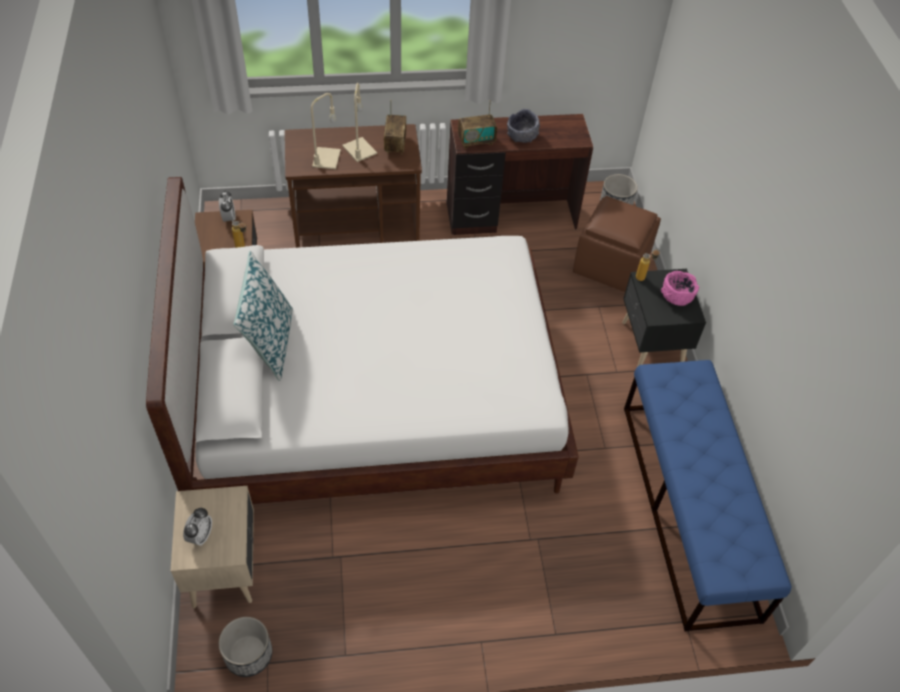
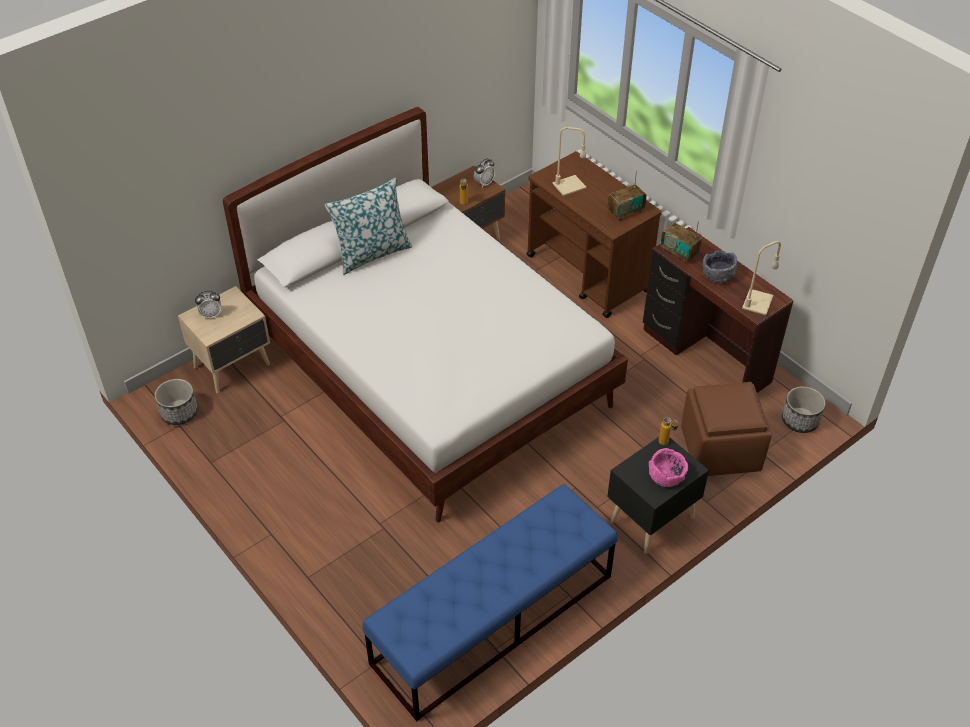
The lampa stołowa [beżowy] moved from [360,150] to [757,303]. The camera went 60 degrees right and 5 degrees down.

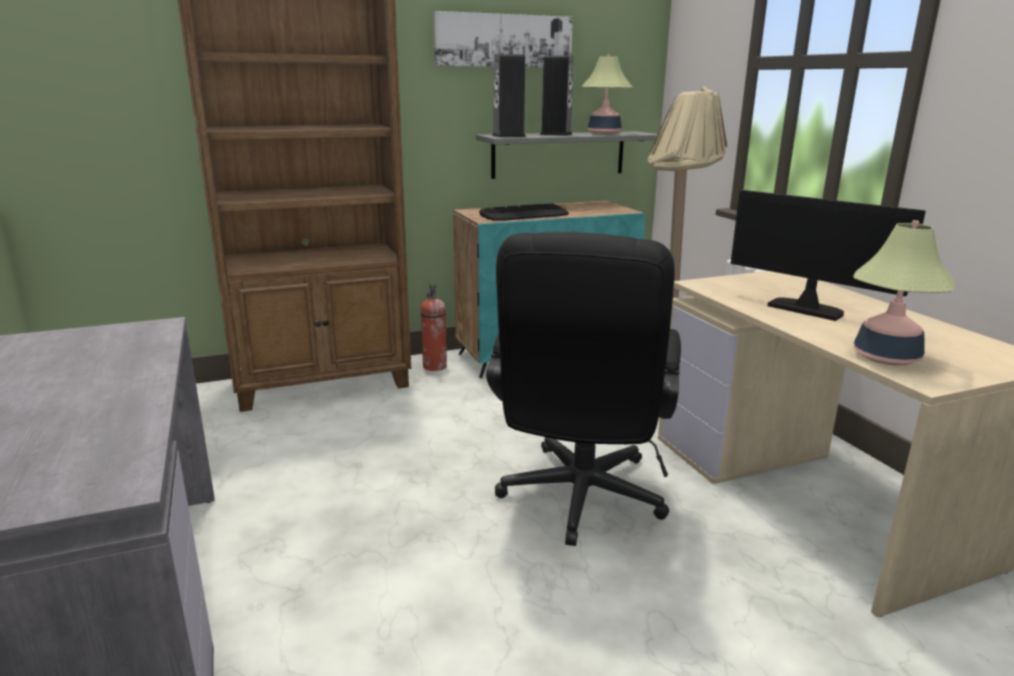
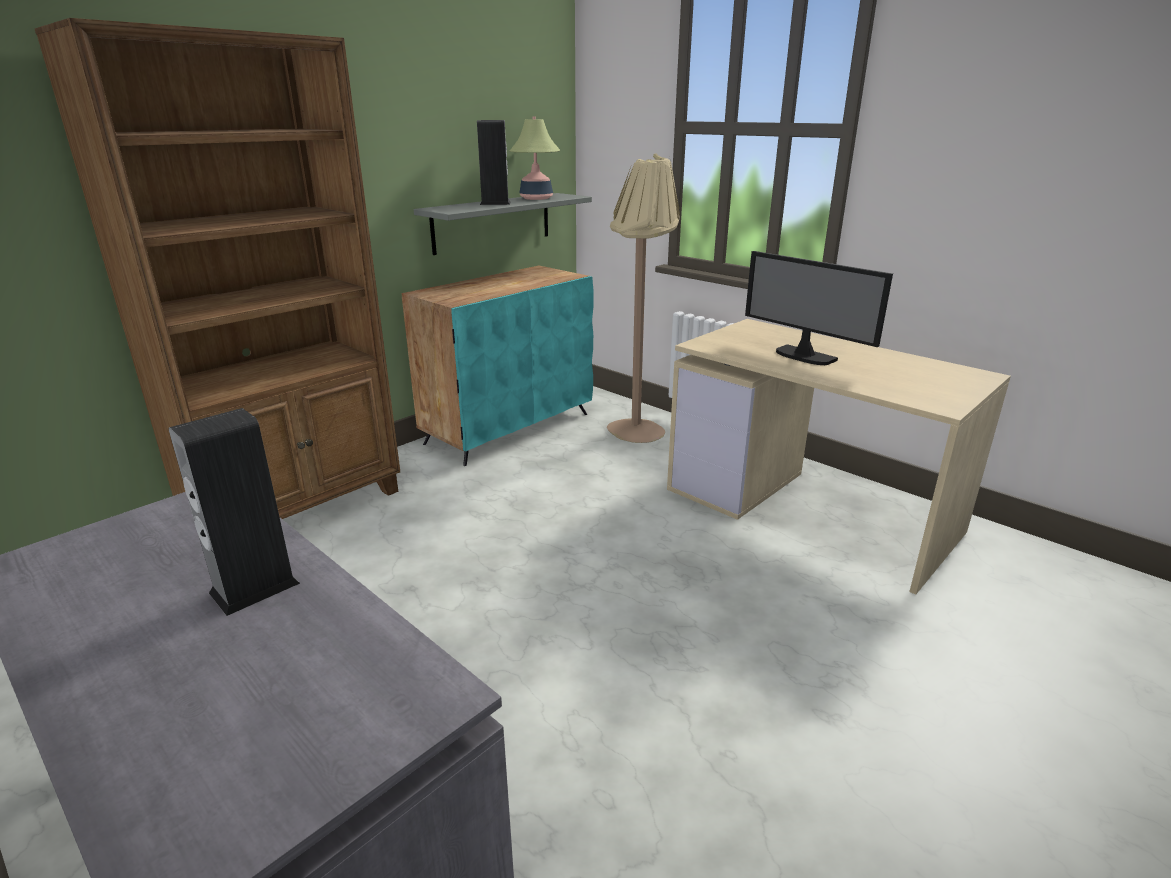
The głośnik moved from [508,136] to [255,588]. The monitor at [806,309] turned 150 degrees counterclockwise. The gaśnica at [435,366] disappeared. The obraz at [503,41] disappeared. The klawiatura at [524,214] disappeared. The krzesło biurowe [czarny] at [579,502] disappeared. The lampa stołowa at [886,357] disappeared. The camera went 25 degrees left and 5 degrees up.

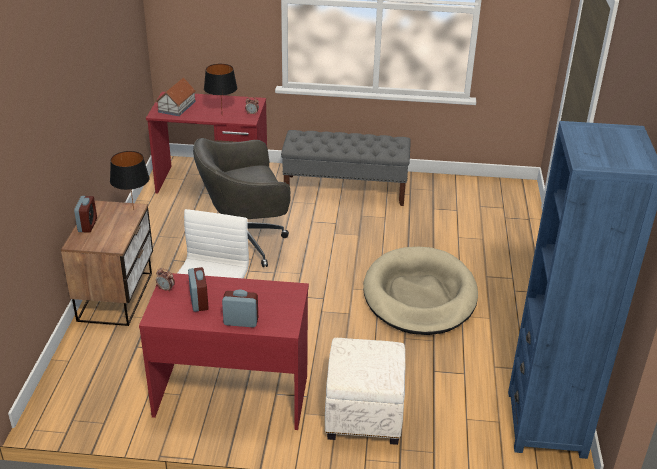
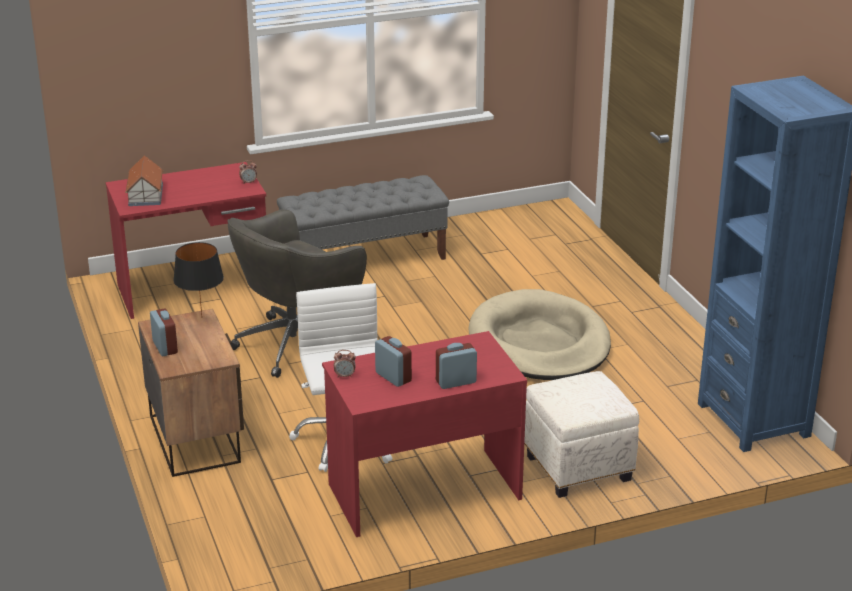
The lampa stołowa [czarny] at [221,115] disappeared. The camera went 25 degrees left and 5 degrees down.

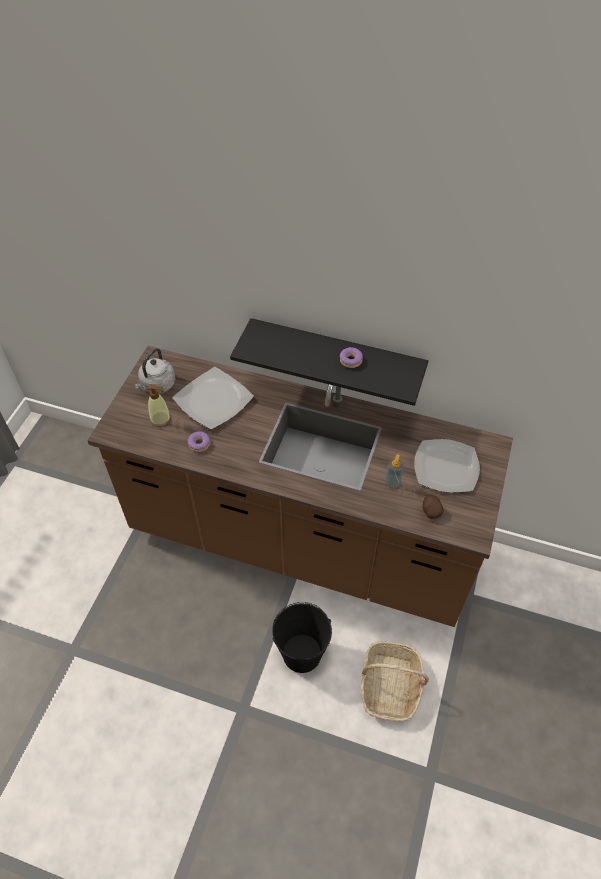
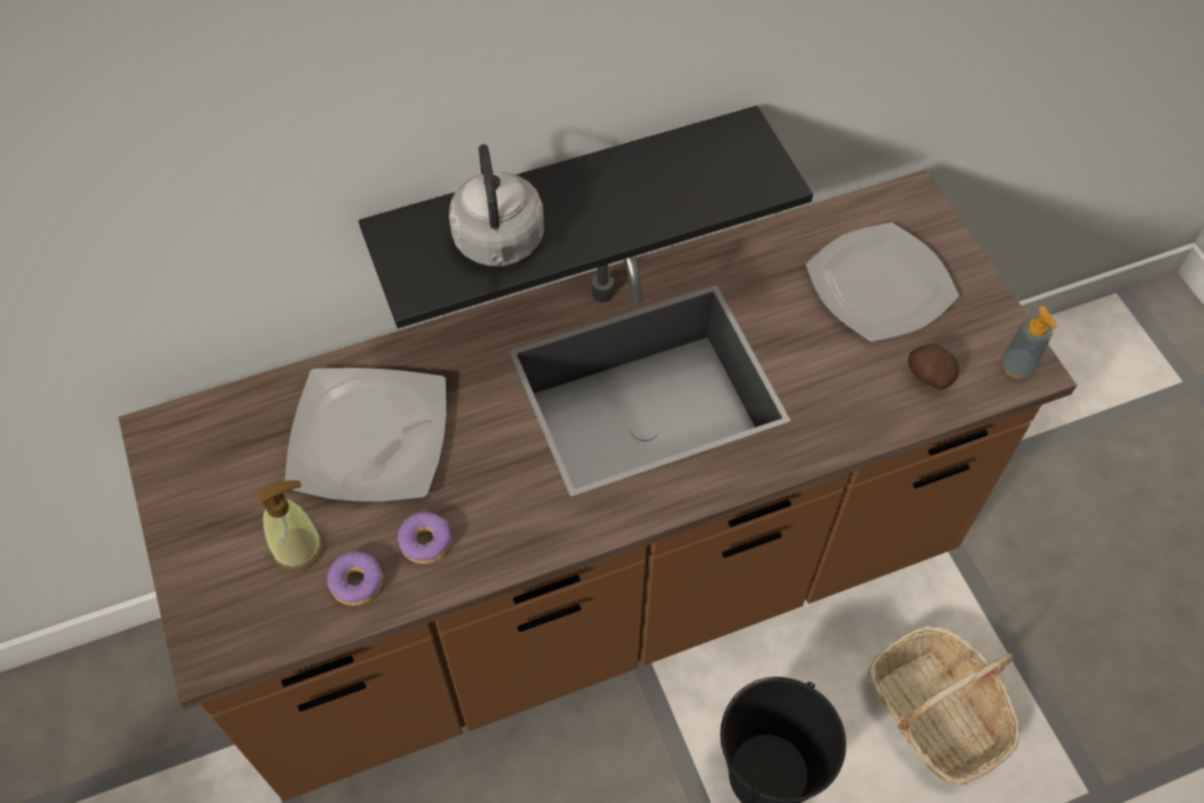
The donut moved from [351,361] to [357,583]. The czajnik [szary] moved from [157,386] to [499,244]. The dozownik mydła moved from [392,482] to [1017,367]. The camera went 40 degrees left and 5 degrees up.

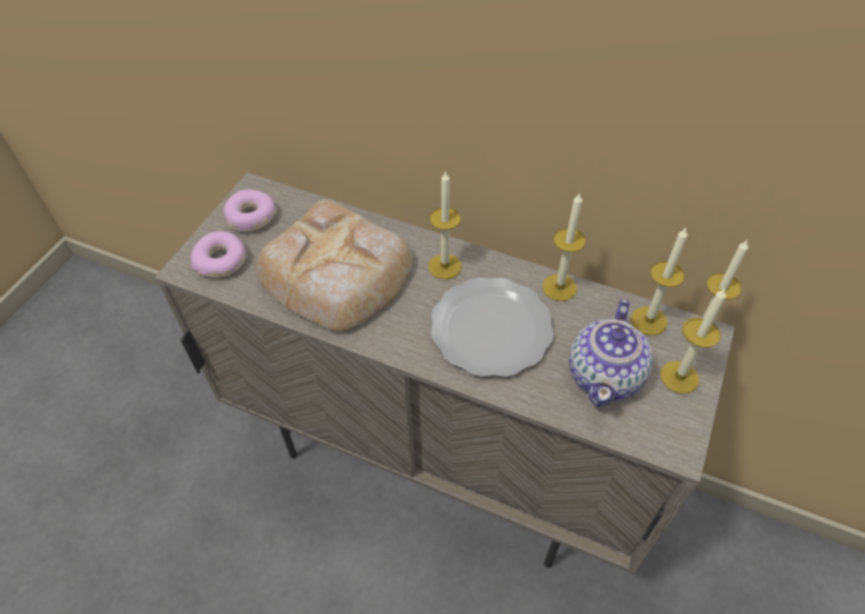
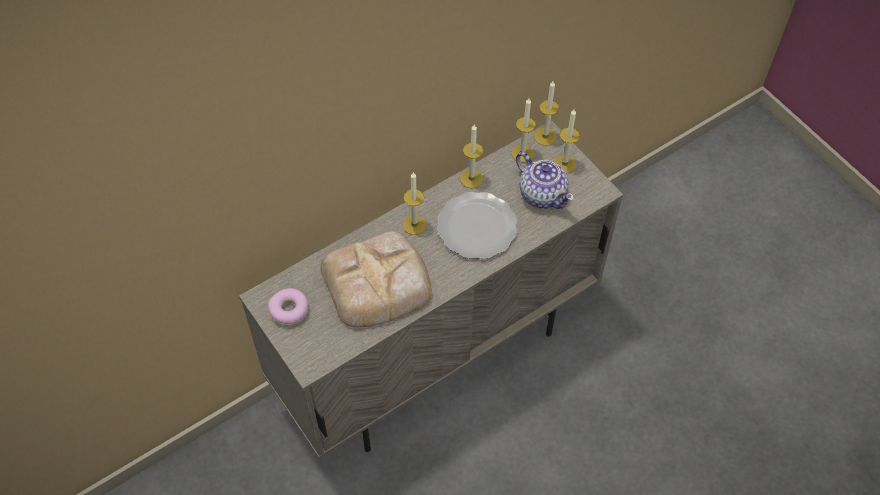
The donut at [221,261] disappeared. The camera went 60 degrees left and 5 degrees up.

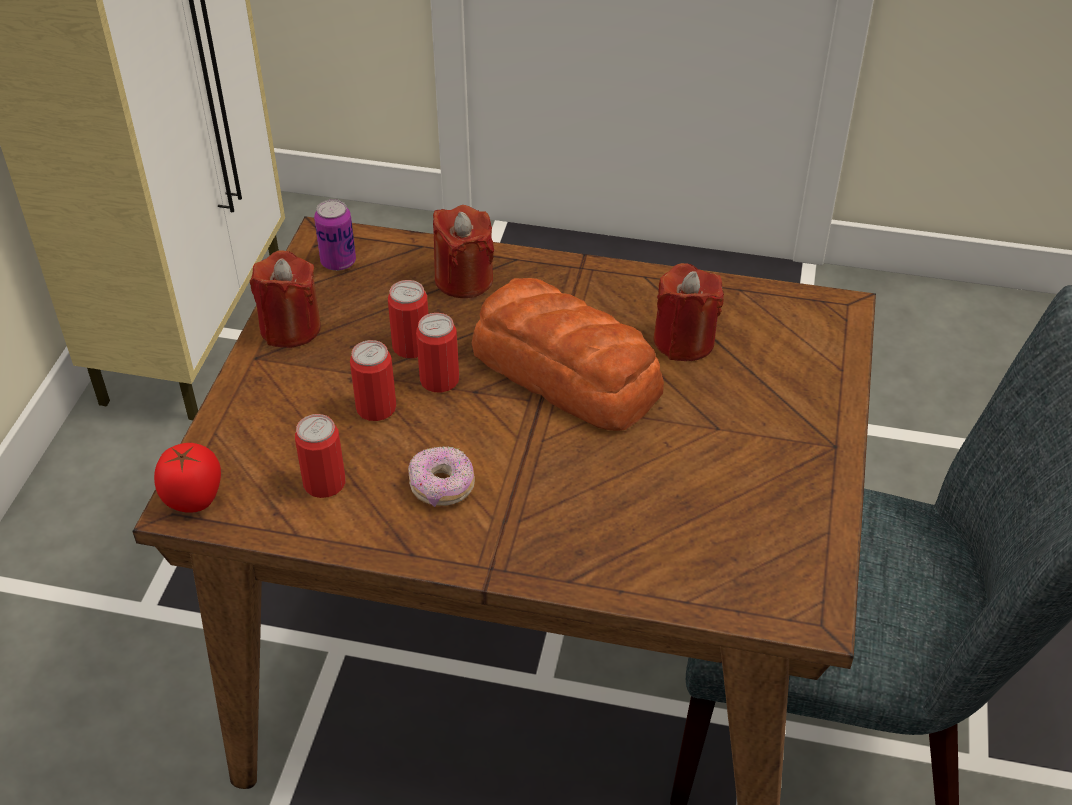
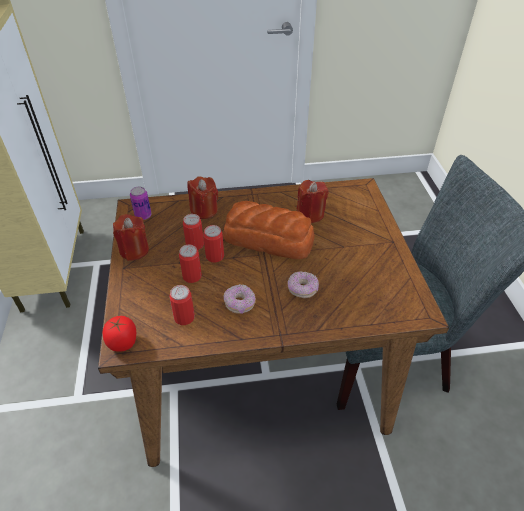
The donut at [302,289] appeared. The camera went 20 degrees left and 0 degrees up.

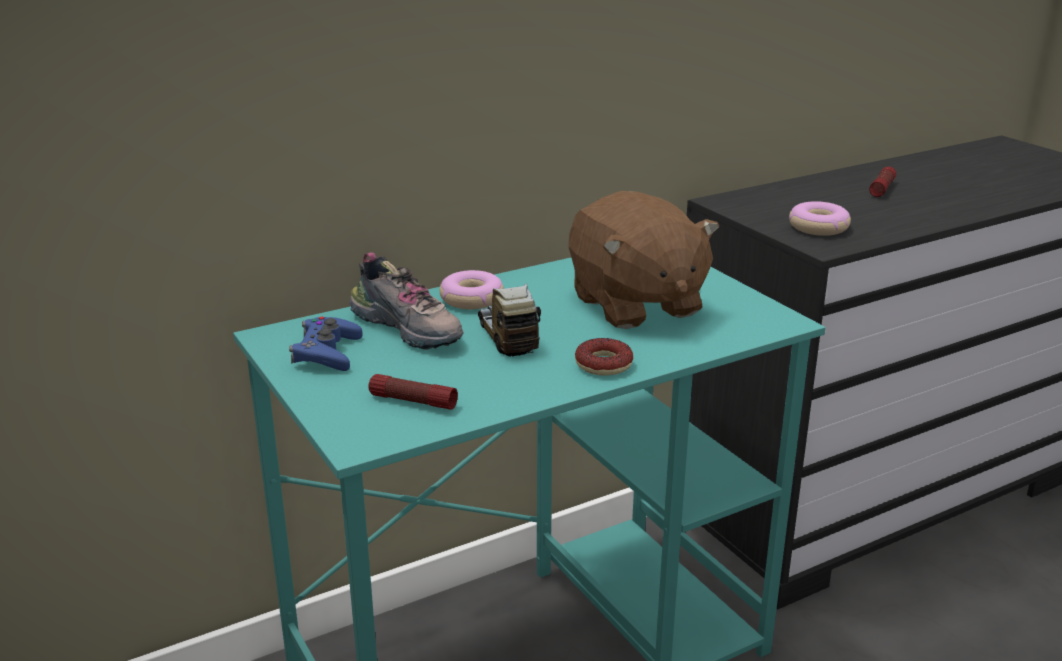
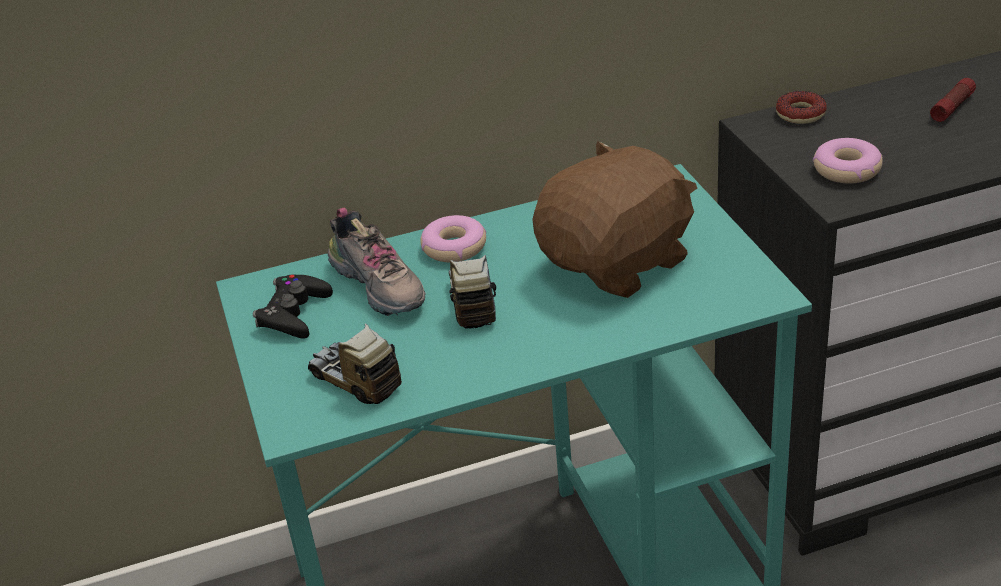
The pad do gier [niebieski] at [327,353] became the pad do gier [czarny] at [294,314]. The latarka at [412,401] was replaced by the ciężarówka zabawkowa at [355,381]. The pluszak [brązowy] at [635,305] turned 120 degrees counterclockwise. The donut moved from [603,364] to [800,114]. The camera went 15 degrees right and 10 degrees up.

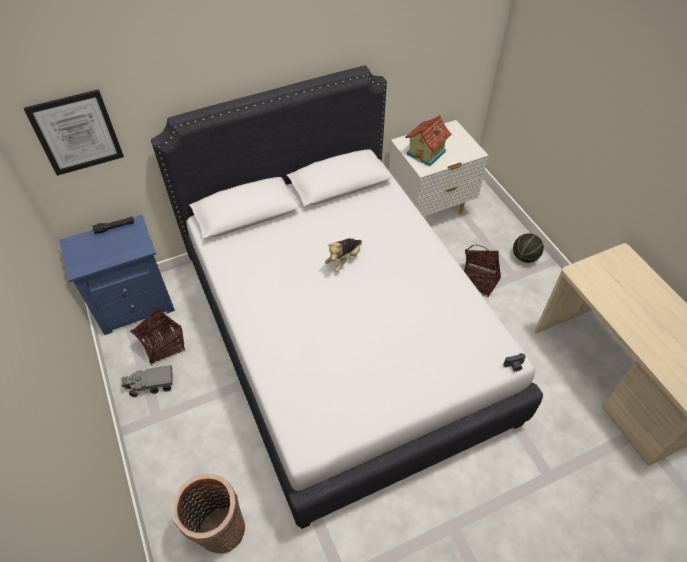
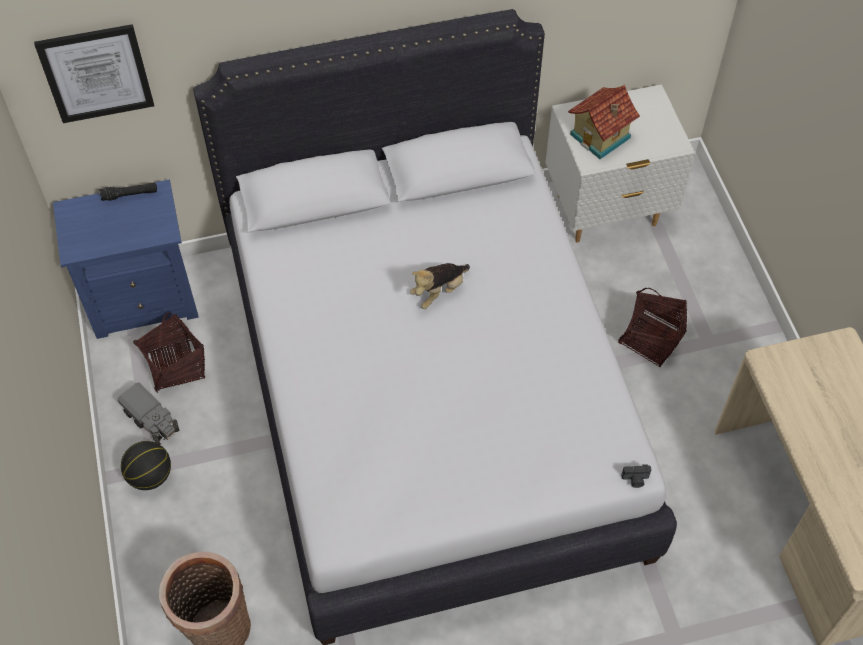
The ciężarówka zabawkowa at [151,385] turned 135 degrees counterclockwise. The piłka do koszykówki moved from [525,257] to [150,476]. The camera went 10 degrees right and 5 degrees up.

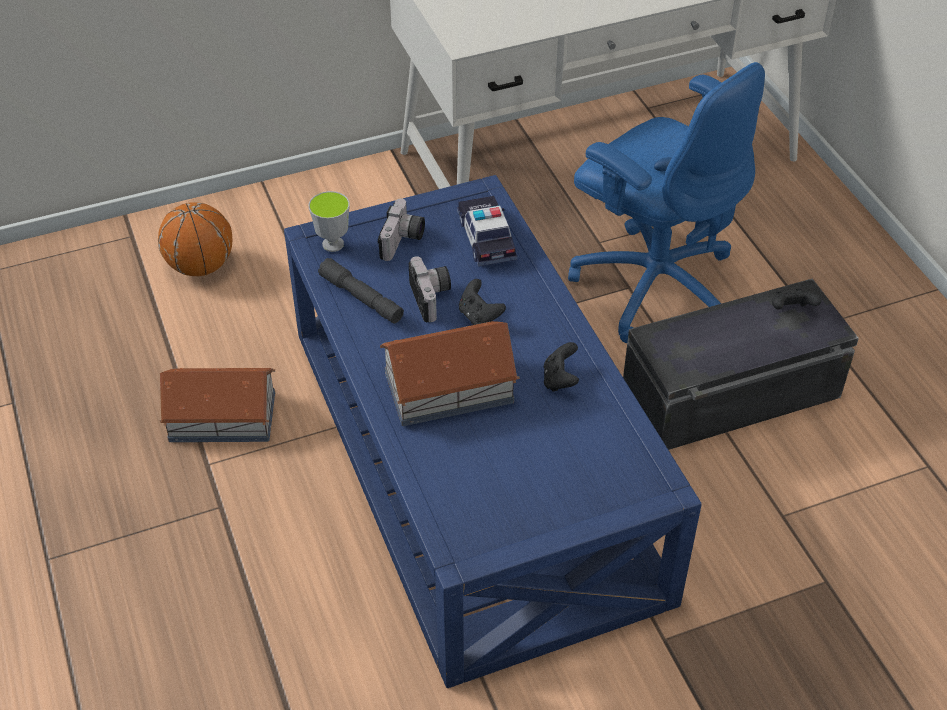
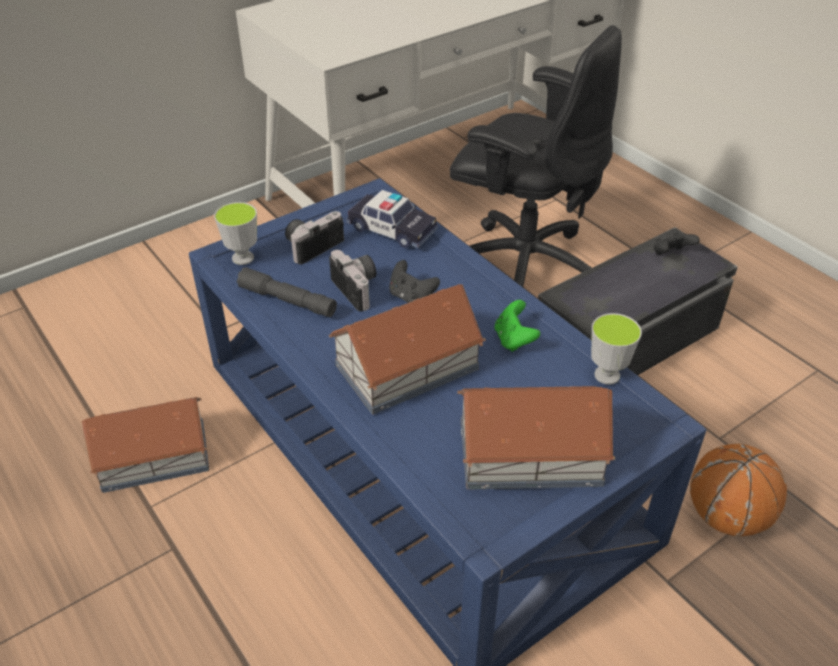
The aparat fotograficzny at [403,242] turned 135 degrees counterclockwise. The samochodzik at [486,238] turned 150 degrees clockwise. The krzesło biurowe [niebieski] at [653,283] became the krzesło biurowe [czarny] at [522,266]. The domek at [531,453] appeared. The pad do gier [czarny] at [560,379] became the pad do gier [zielony] at [514,339]. The filiżanka at [607,375] appeared. The piłka do koszykówki moved from [201,266] to [726,517]. The camera went 15 degrees left and 5 degrees down.

